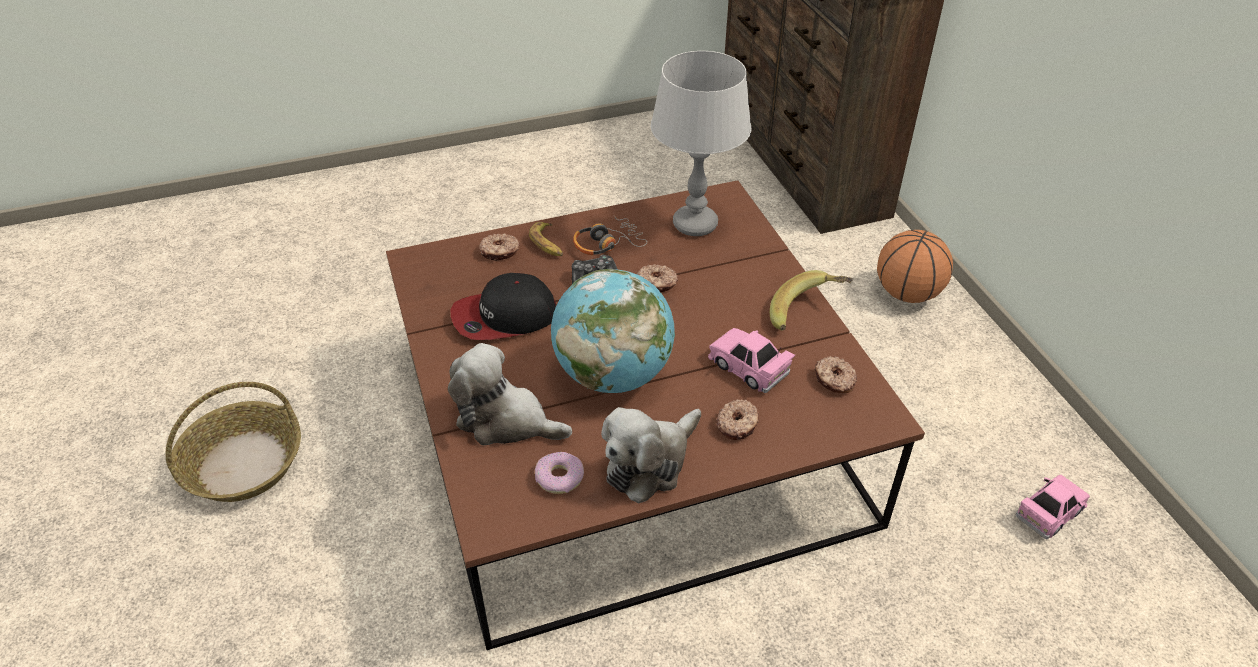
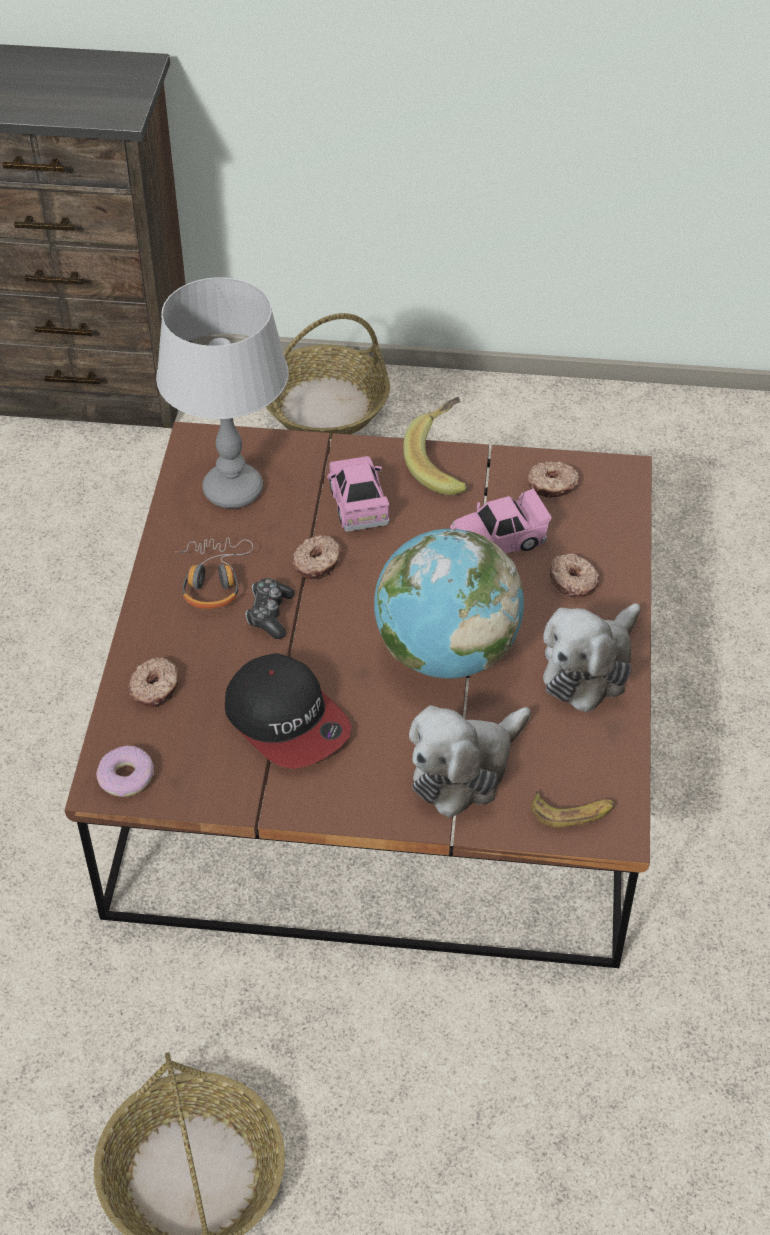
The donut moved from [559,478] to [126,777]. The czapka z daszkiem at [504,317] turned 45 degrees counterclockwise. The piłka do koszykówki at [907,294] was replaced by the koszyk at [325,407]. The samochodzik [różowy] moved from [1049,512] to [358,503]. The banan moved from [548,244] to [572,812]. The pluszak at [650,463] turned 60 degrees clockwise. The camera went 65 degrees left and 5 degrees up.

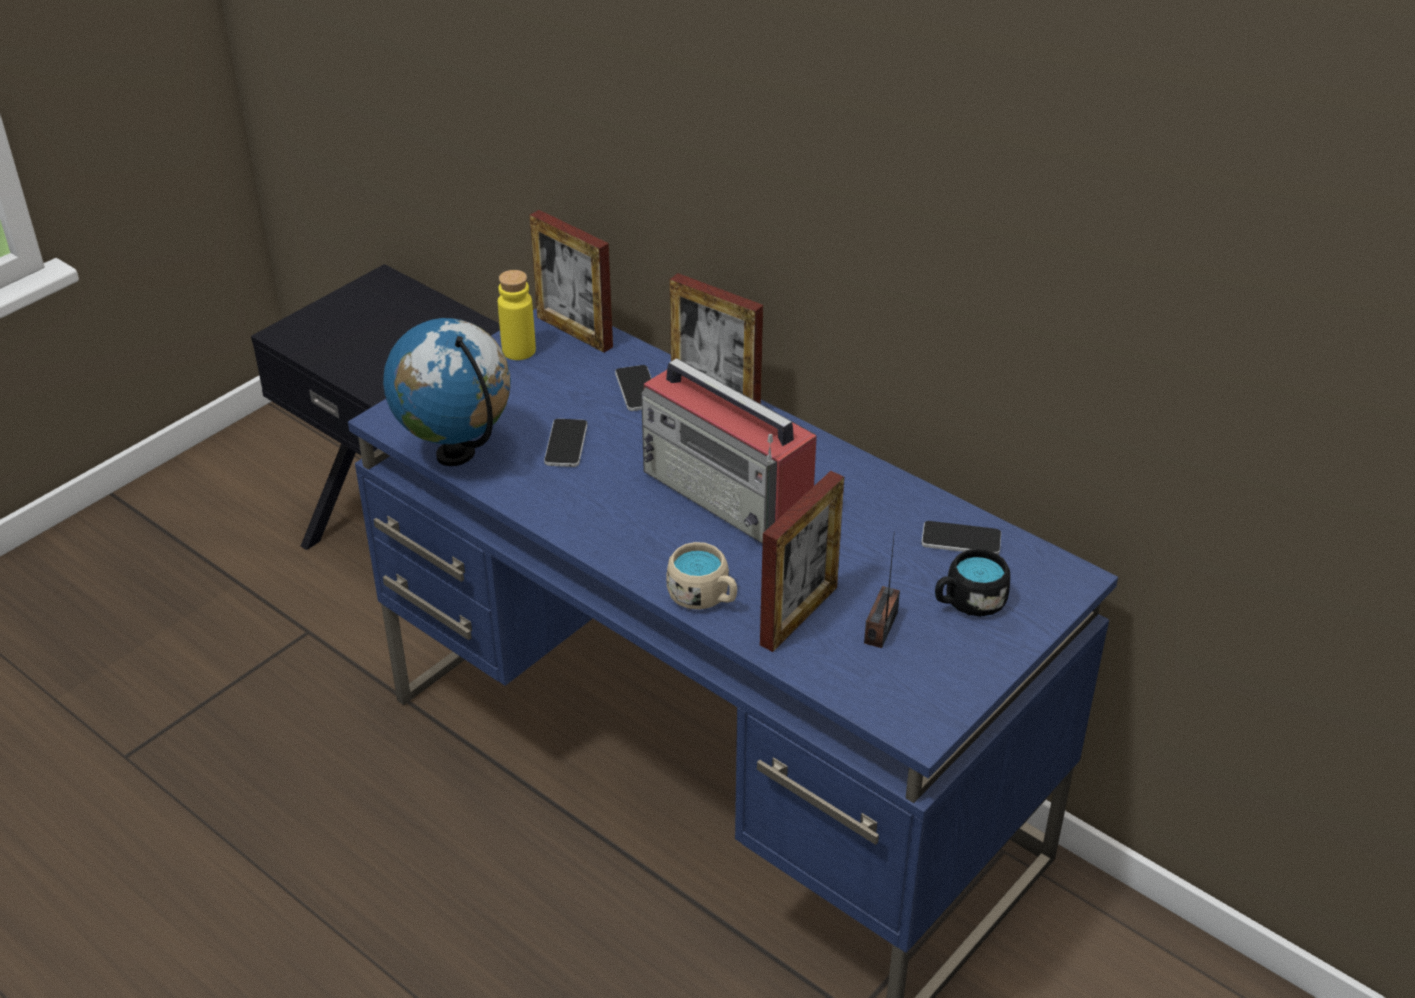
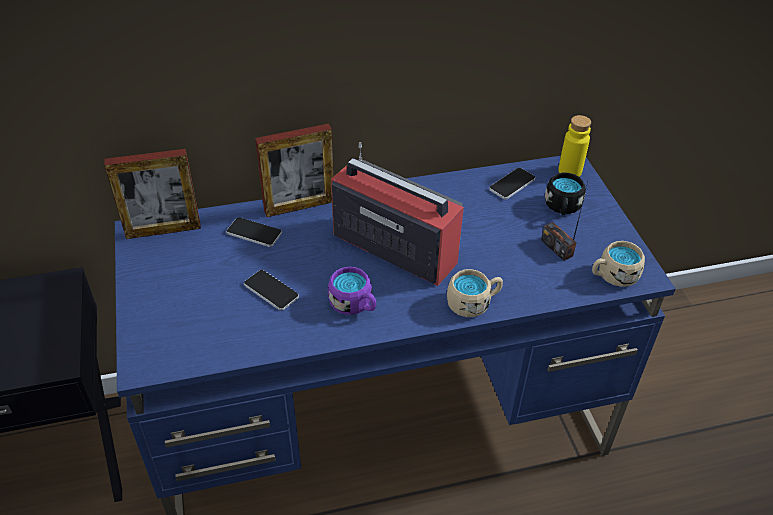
The kubek [fioletowy] at [354,305] appeared. The radio at [728,495] turned 135 degrees counterclockwise. The butelka [żółty] moved from [519,350] to [570,171]. The kubek [beżowy] at [613,276] appeared. The globus at [456,454] disappeared. The ramka na zdjęcie at [799,616] disappeared. The camera went 55 degrees left and 5 degrees up.

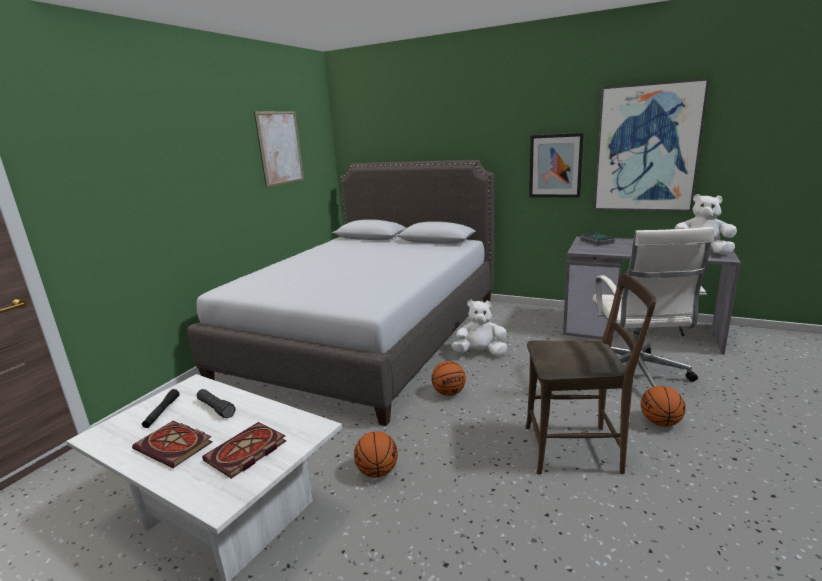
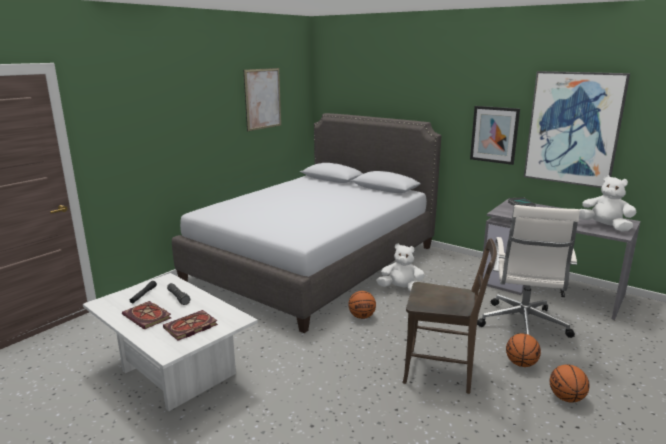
The piłka do koszykówki moved from [377,472] to [566,398]. The camera went 10 degrees right and 0 degrees up.

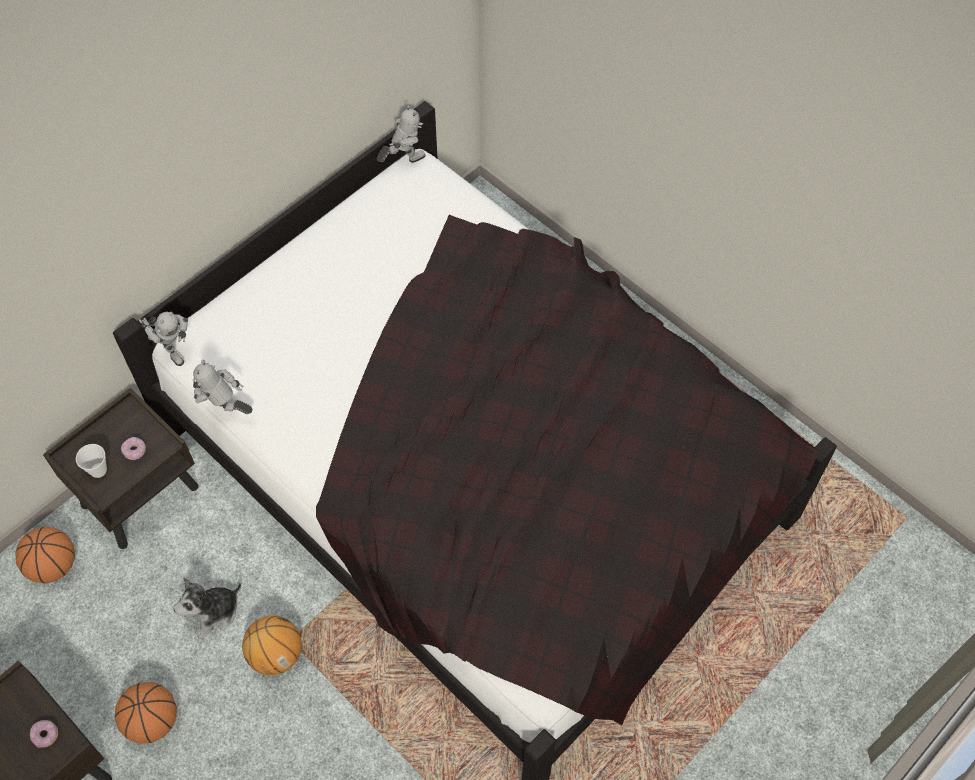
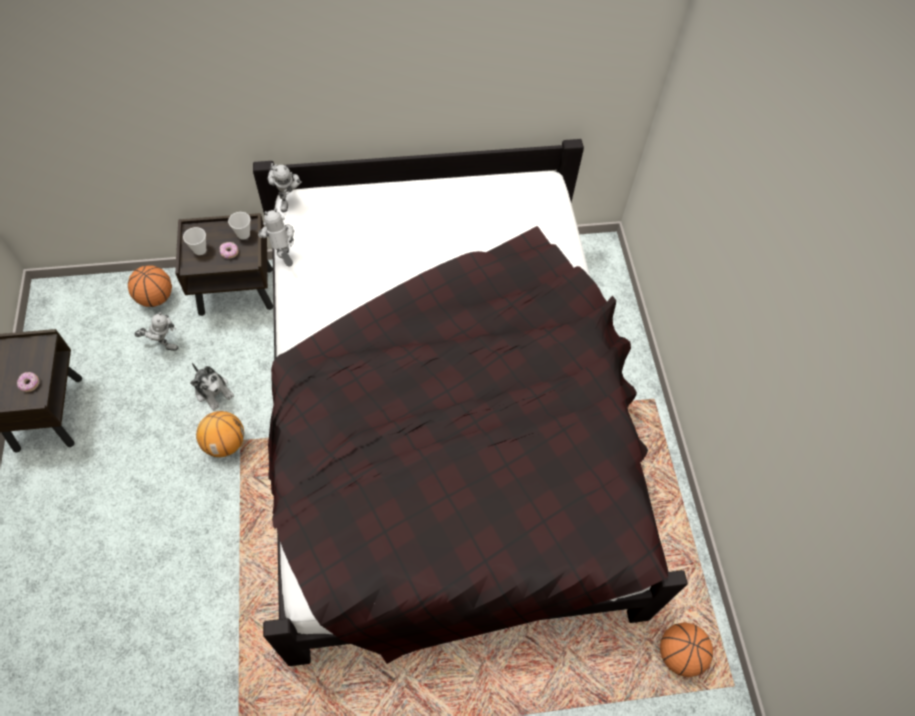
The robot zabawkowy moved from [404,161] to [163,344]. The pluszak at [213,613] turned 135 degrees counterclockwise. The filiżanka at [243,234] appeared. The piłka do koszykówki moved from [152,721] to [679,654]. The camera went 35 degrees right and 0 degrees up.

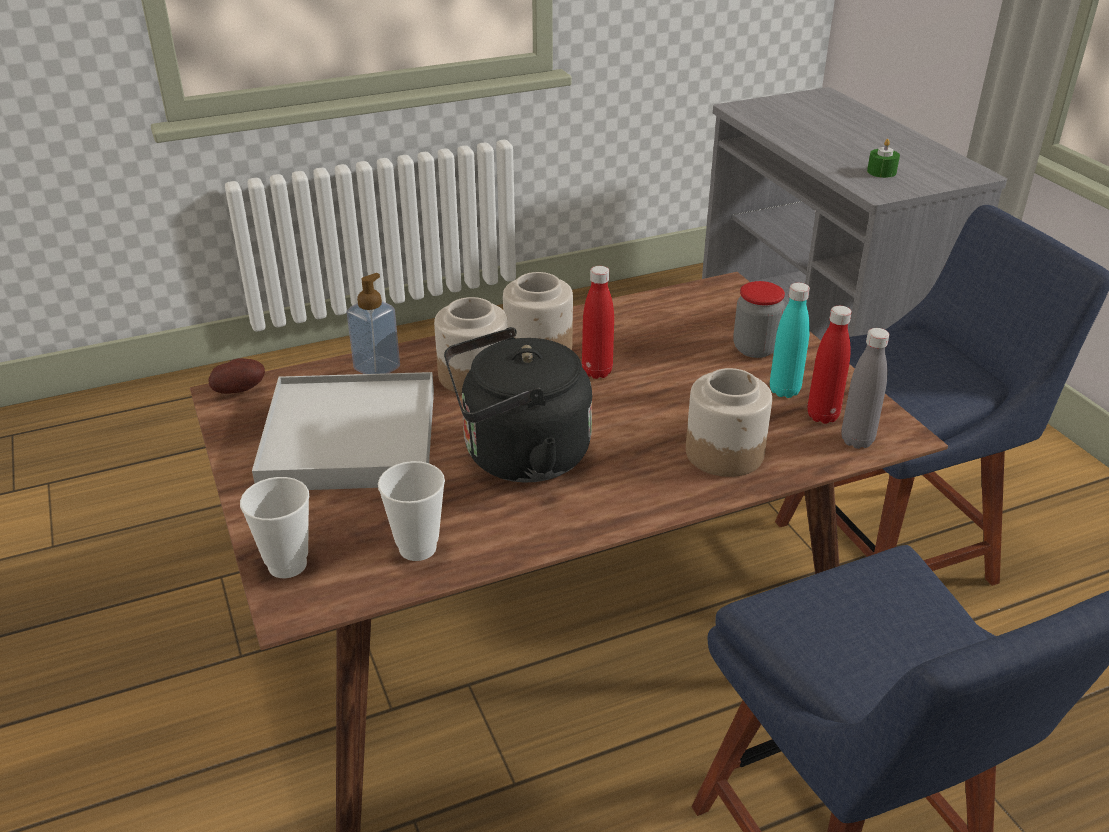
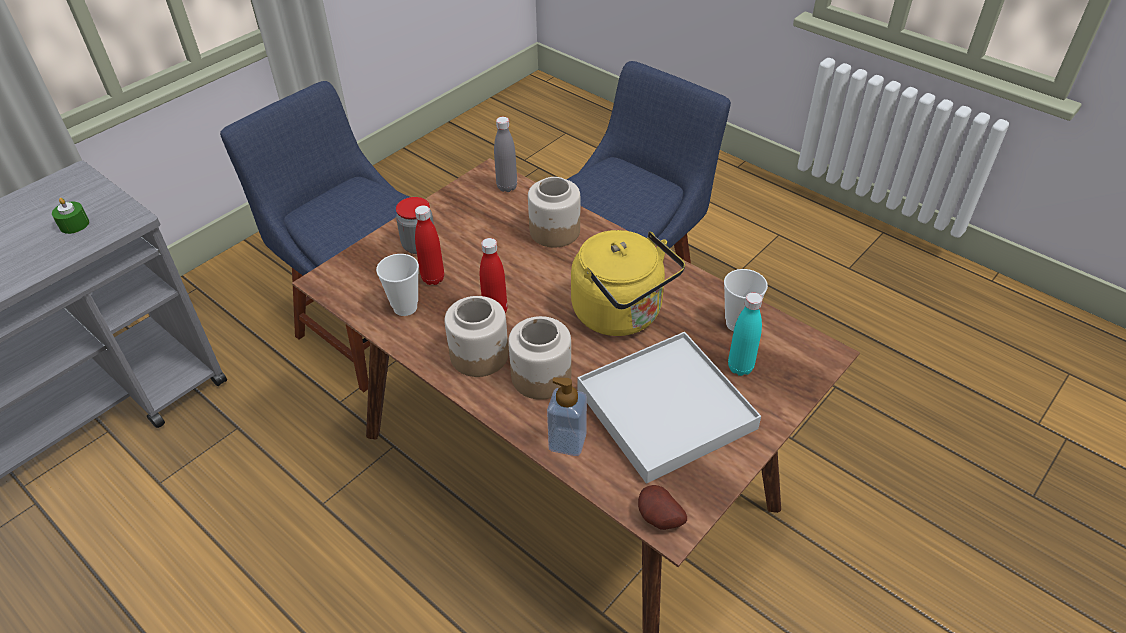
The filiżanka moved from [287,565] to [405,307]. The butelka [czerwony] moved from [822,416] to [433,278]. The czajnik [czarny] at [518,457] became the czajnik [żółty] at [622,314]. The butelka [turkusowy] moved from [784,391] to [740,367]. The camera went 115 degrees left and 10 degrees up.

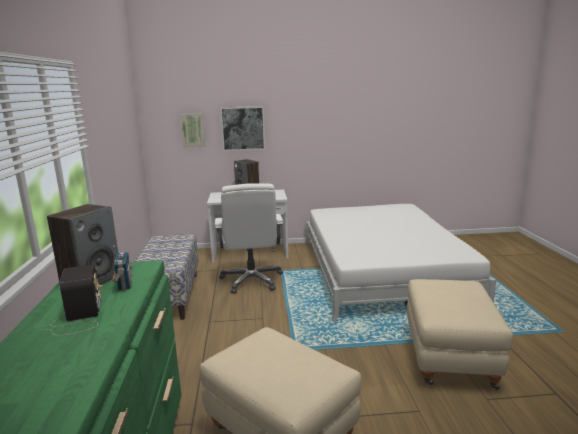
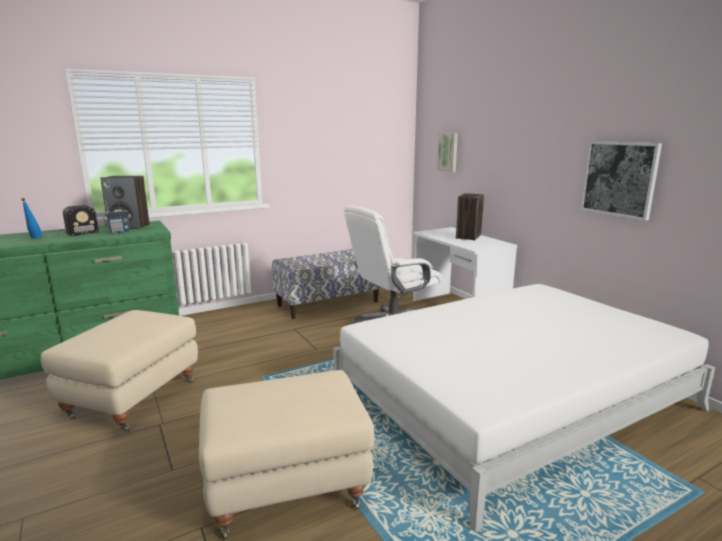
The butelka [niebieski] at [34,238] appeared. The obraz moved from [243,128] to [619,178]. The camera went 65 degrees right and 0 degrees up.

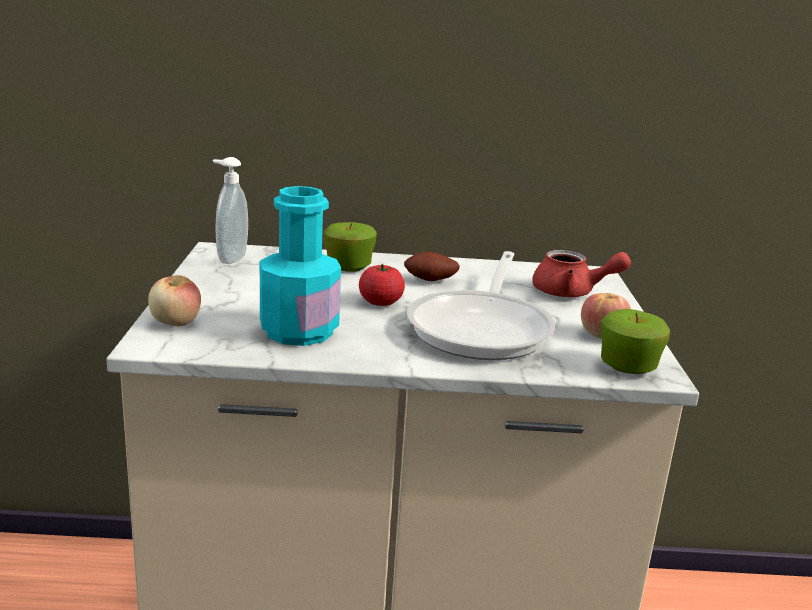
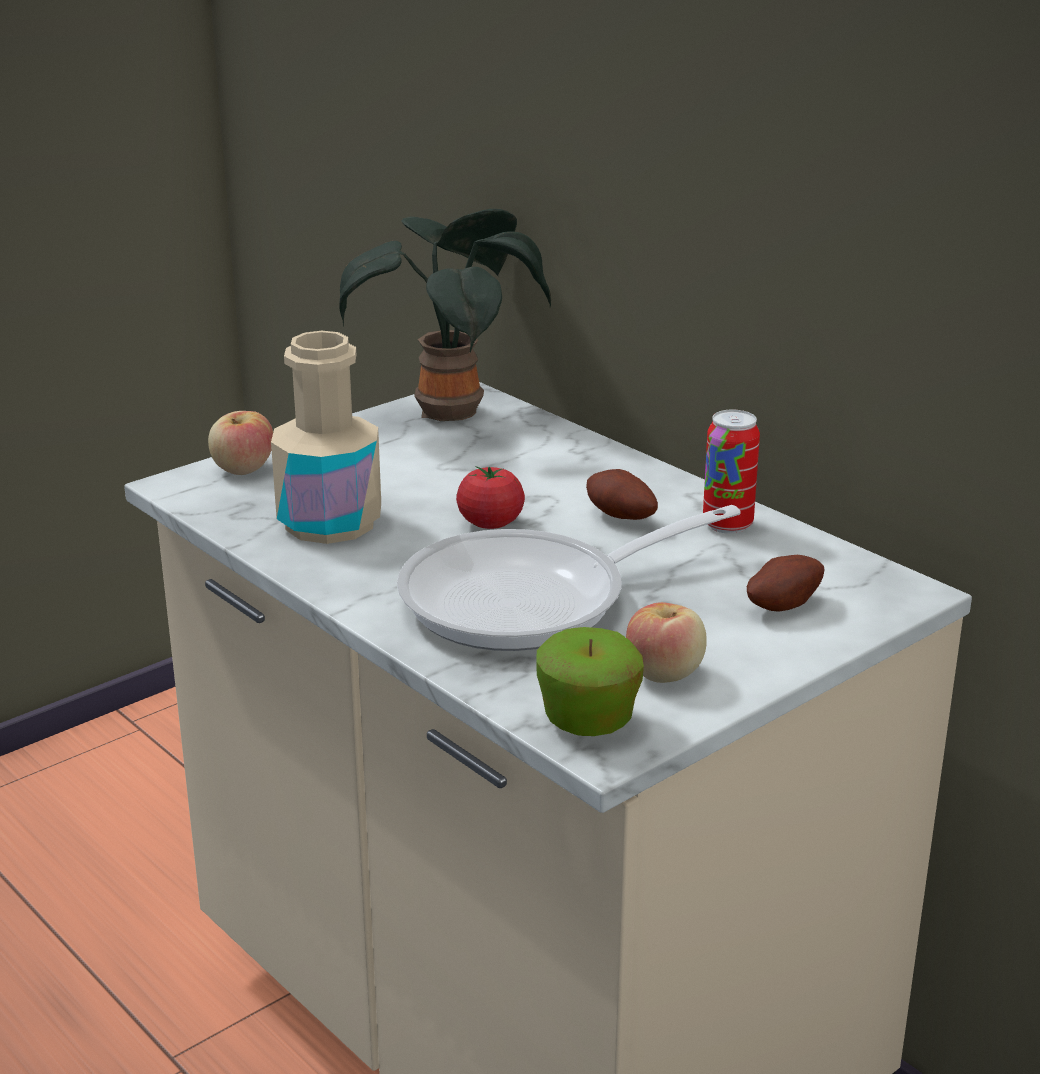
The butelka [turkusowy] at [299,331] became the butelka [beżowy] at [330,523]. The dozownik mydła at [230,258] was replaced by the roślina doniczkowa at [451,410]. The puszka at [727,525] appeared. The imbryk [czerwony] at [571,293] was replaced by the ziemniak at [781,604]. The jabłko at [349,267] disappeared. The camera went 50 degrees right and 5 degrees up.

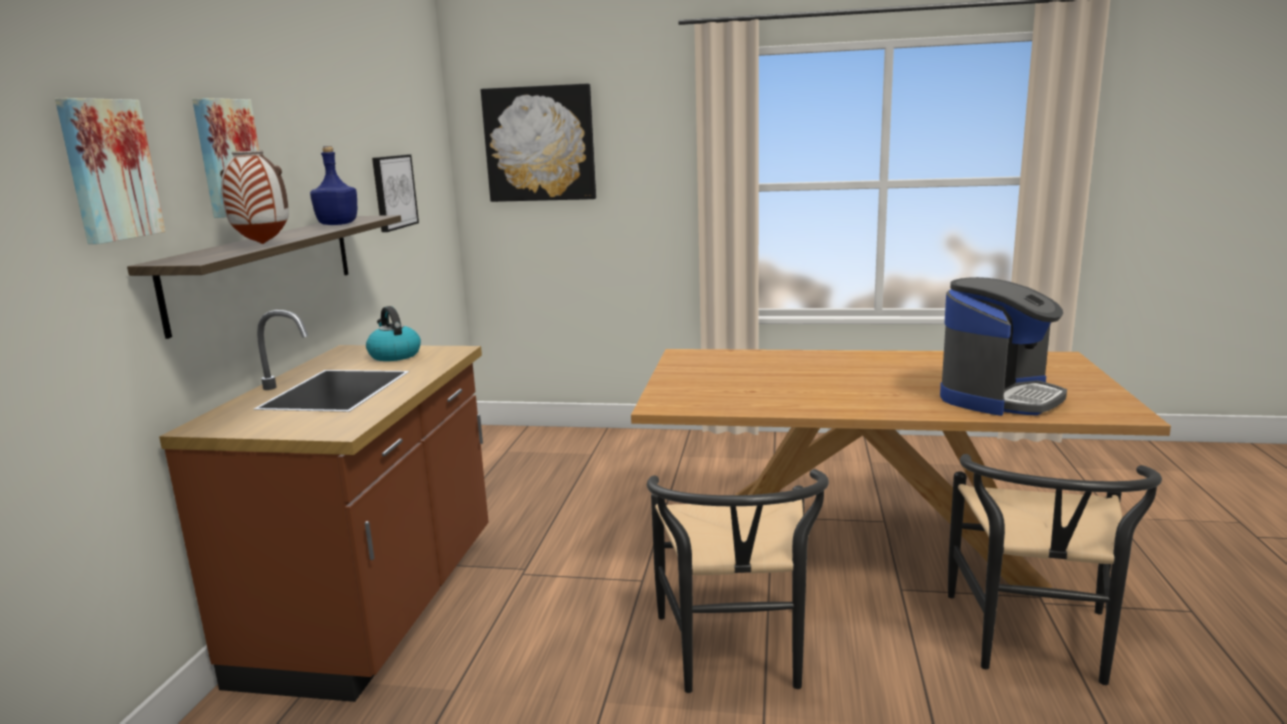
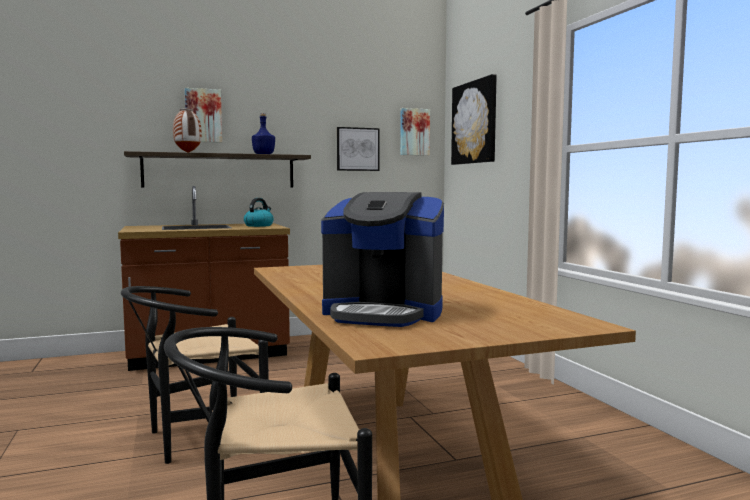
The obraz moved from [108,170] to [414,132]. The camera went 60 degrees right and 10 degrees down.

